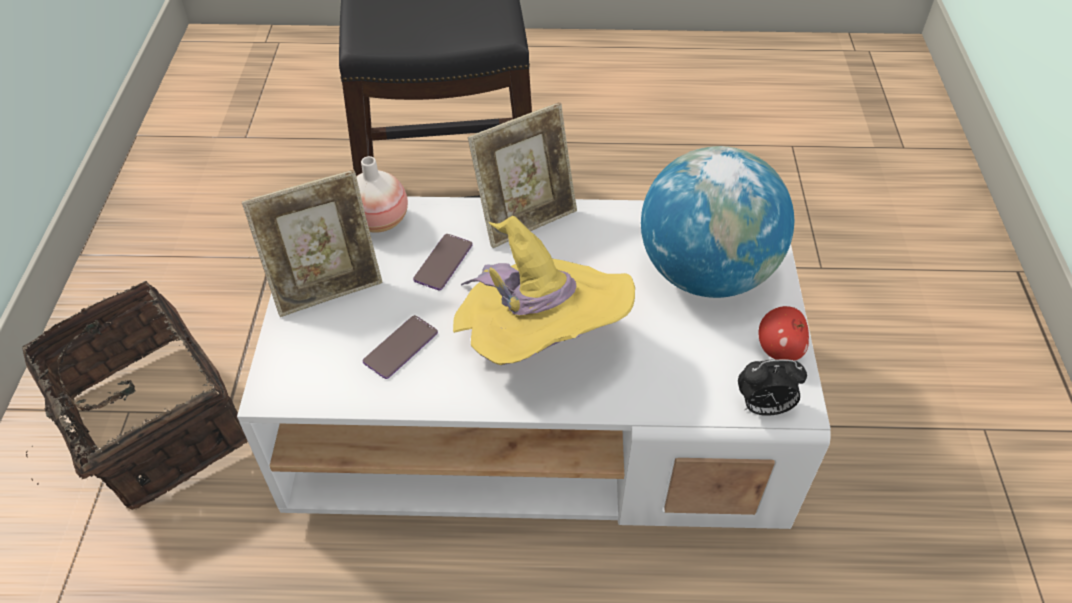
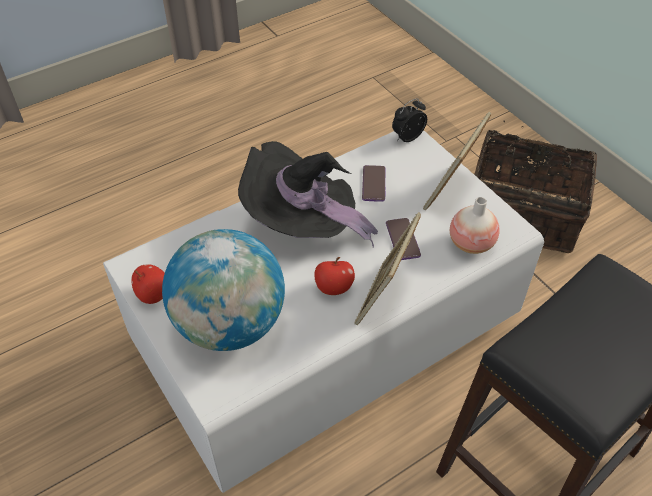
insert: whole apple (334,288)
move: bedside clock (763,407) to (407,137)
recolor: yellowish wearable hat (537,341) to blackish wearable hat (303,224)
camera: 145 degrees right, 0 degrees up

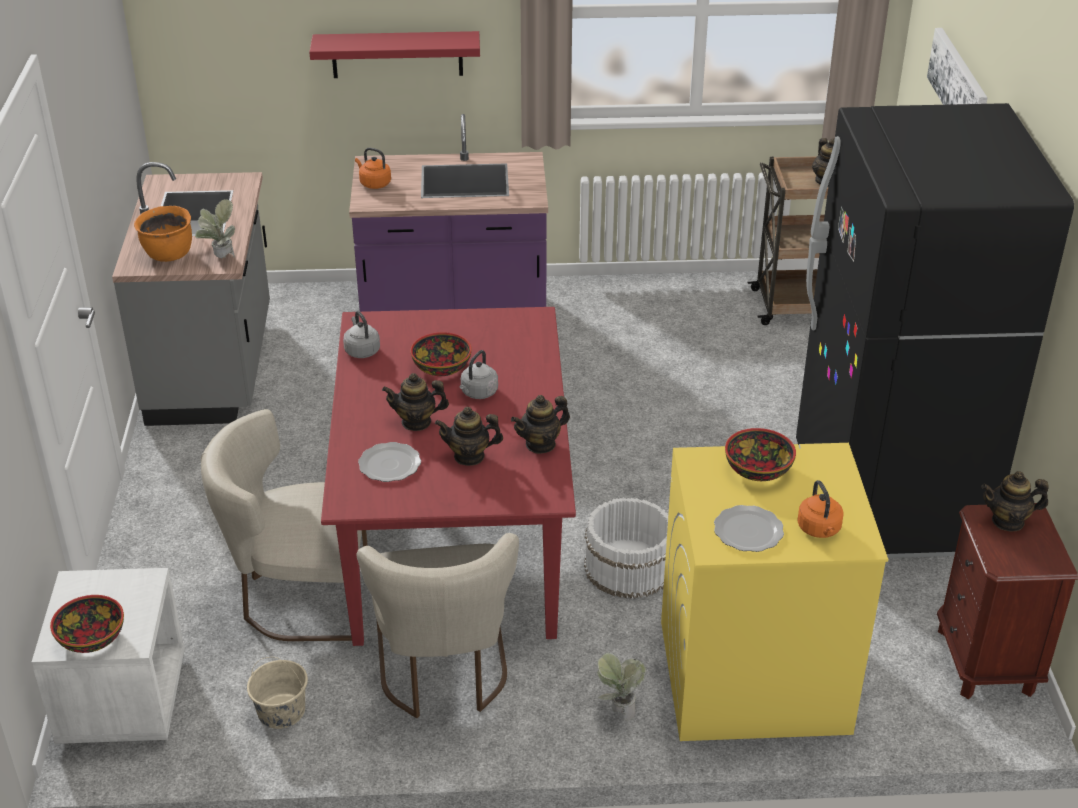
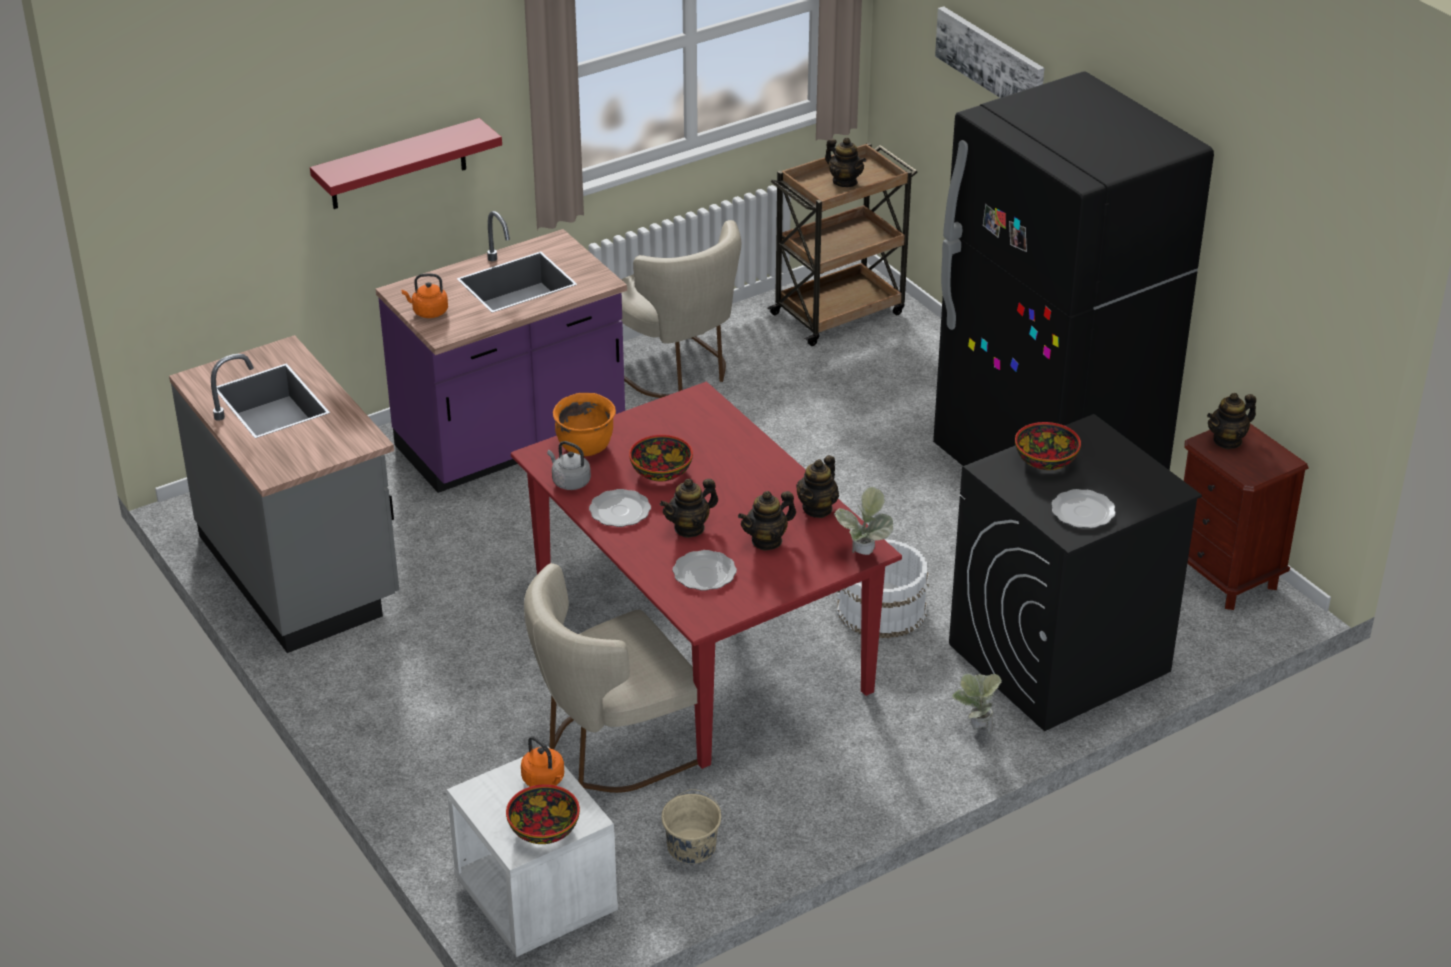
delete: grey water kettle (478,393)
insert: flat dish (620,511)
move: plant in a pot (220,260) to (863,556); orangey cooking pot (169,255) to (585,447); orangey water kettle (819,530) to (545,780); beige-coloured chair (444,674) to (675,371)
recolor: yellowish washing machine (752,677) to blackish washing machine (1058,659)
camera: 30 degrees left, 0 degrees up

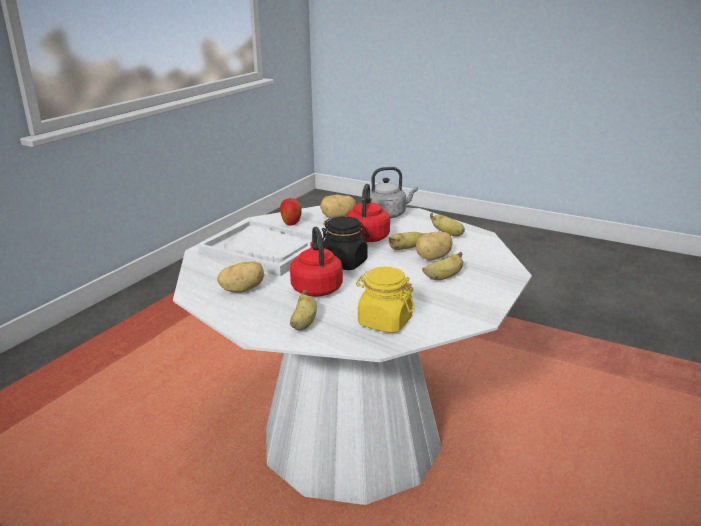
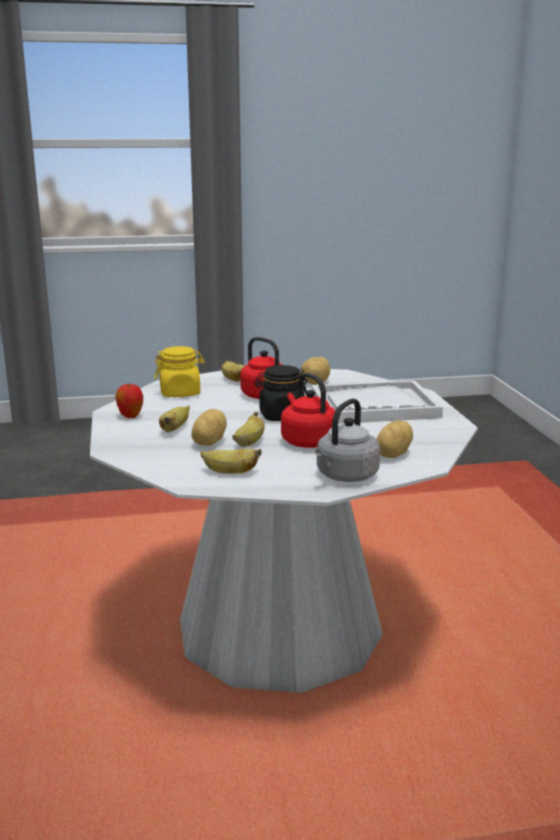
move: whole apple (291,224) to (130,417)
camera: 140 degrees right, 5 degrees down

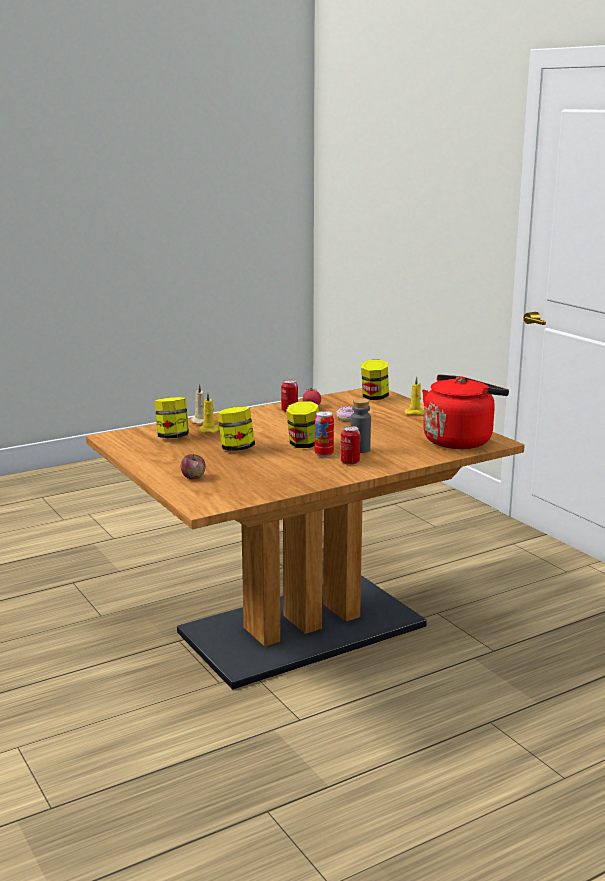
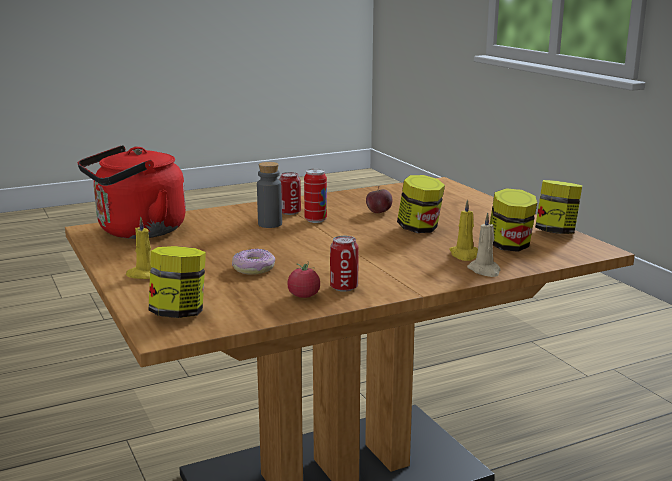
move: storage jar (304,445) to (556,232); whole apple (193,477) to (378,212)
camera: 175 degrees left, 0 degrees up

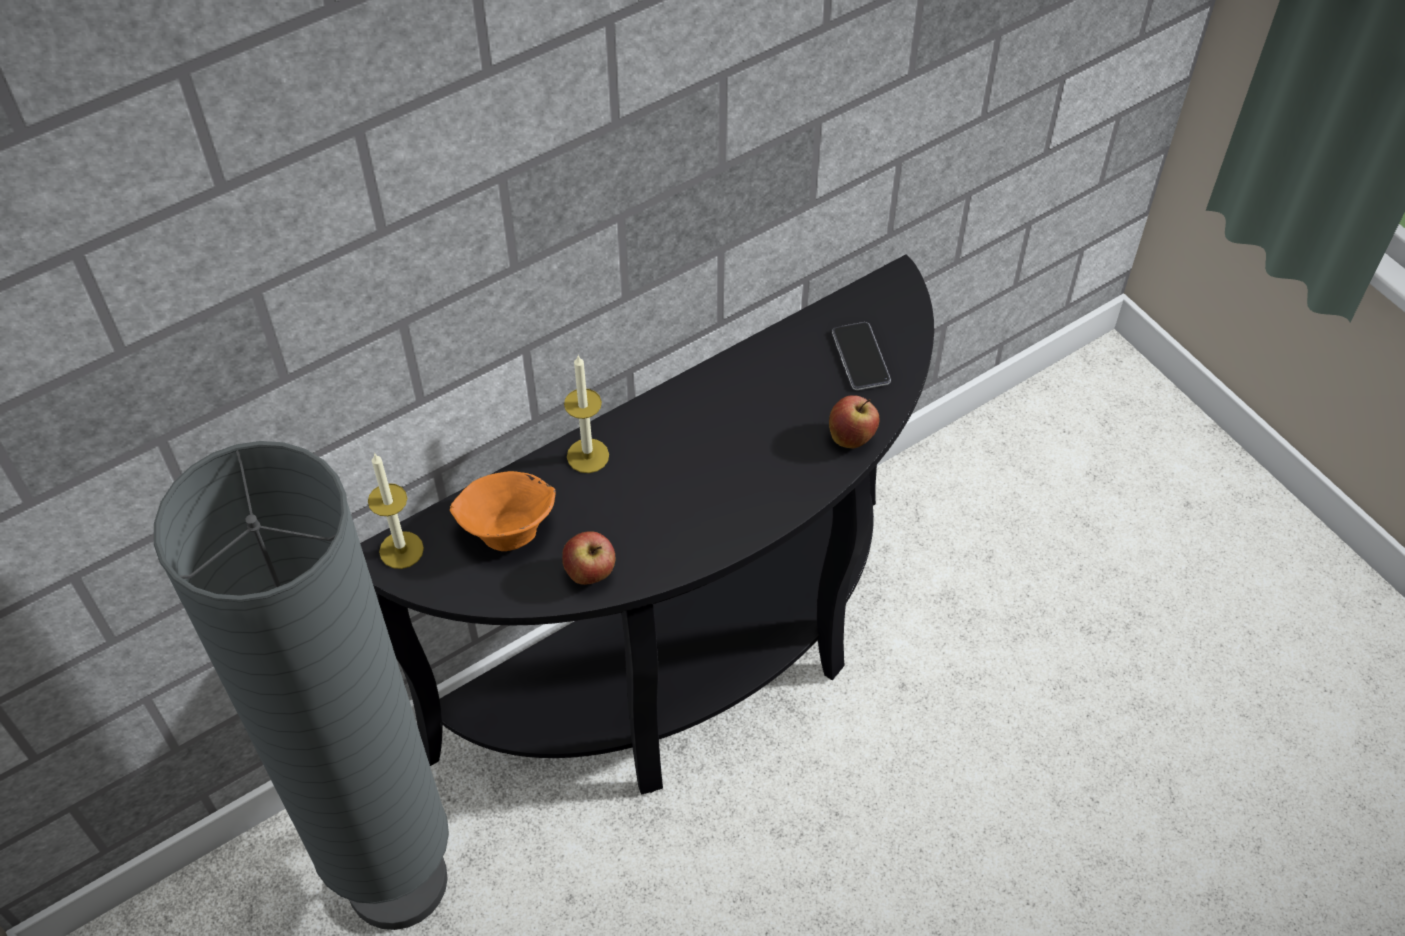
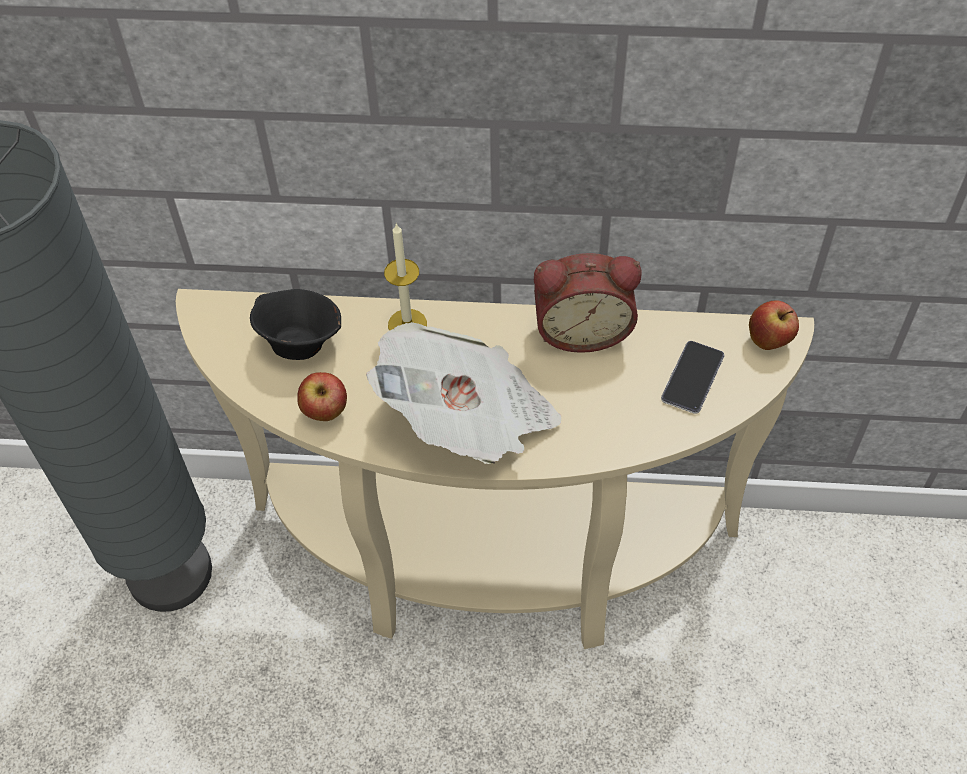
delete: candle (401,550)
insert: bedside clock (582,329); printed paper (469,419)
move: whole apple (852,437) to (769,341)
recolor: blackish narrow table (694,668) to beige-coloured narrow table (490,568); orangey serving bowl (506,530) to blackish serving bowl (299,342)
camera: 40 degrees right, 0 degrees up

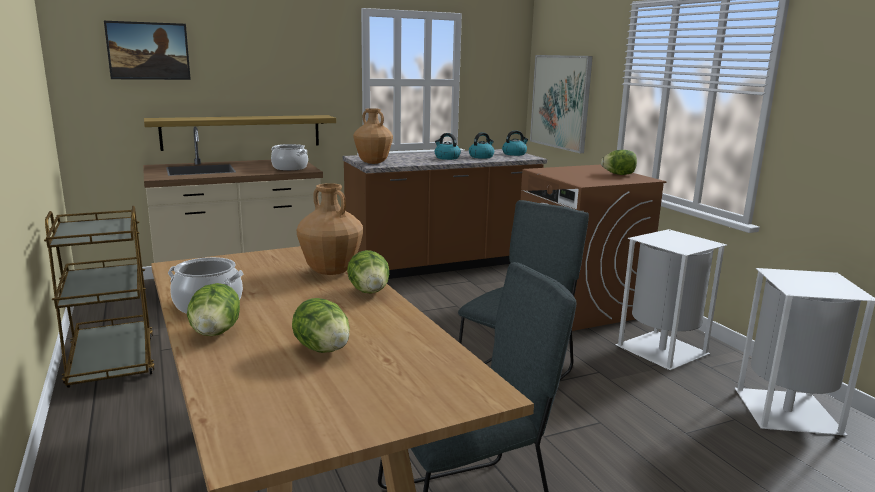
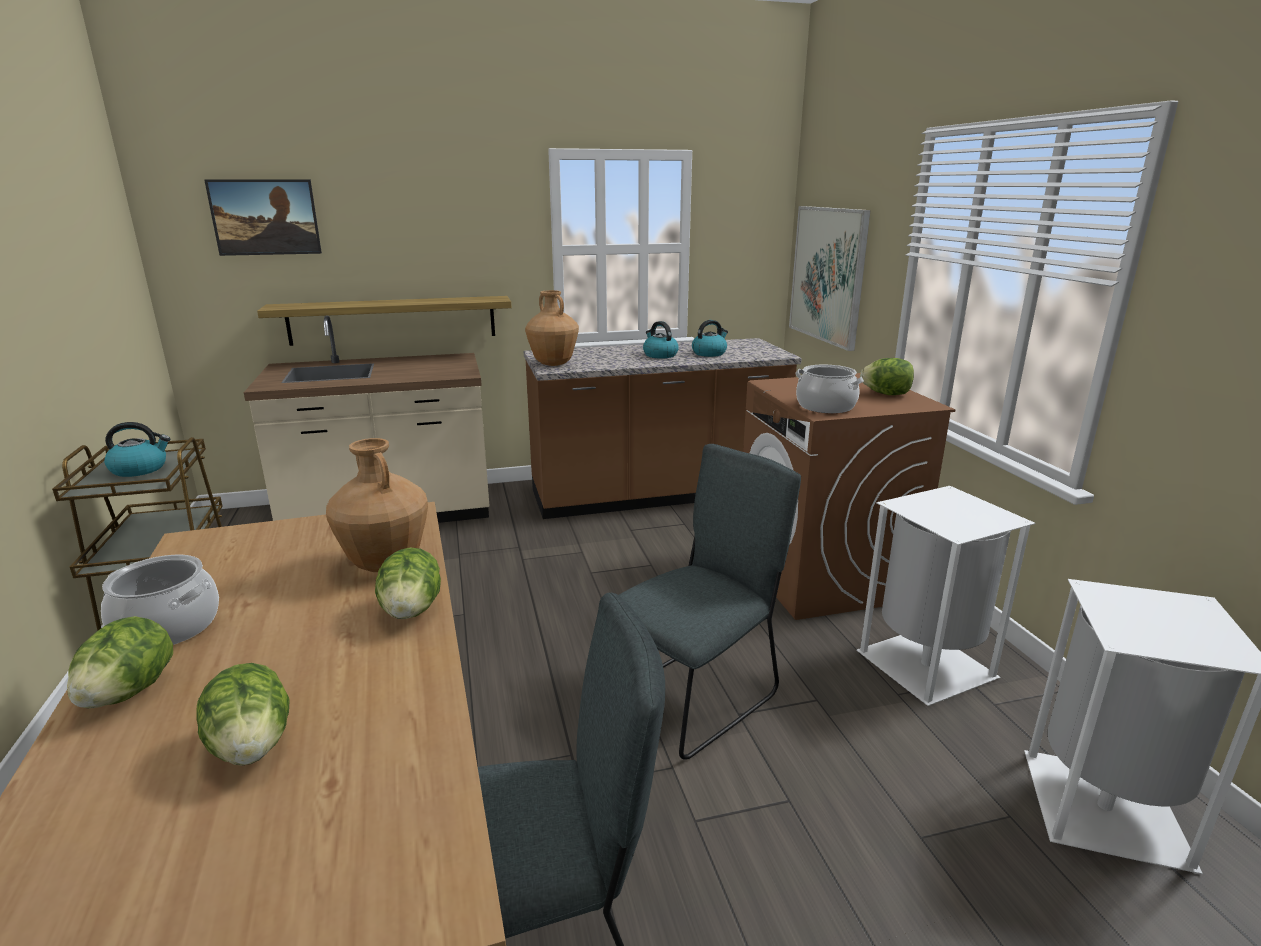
move: water kettle (514,154) to (140,469); cooking pot (290,168) to (826,406)
camera: 10 degrees right, 5 degrees up

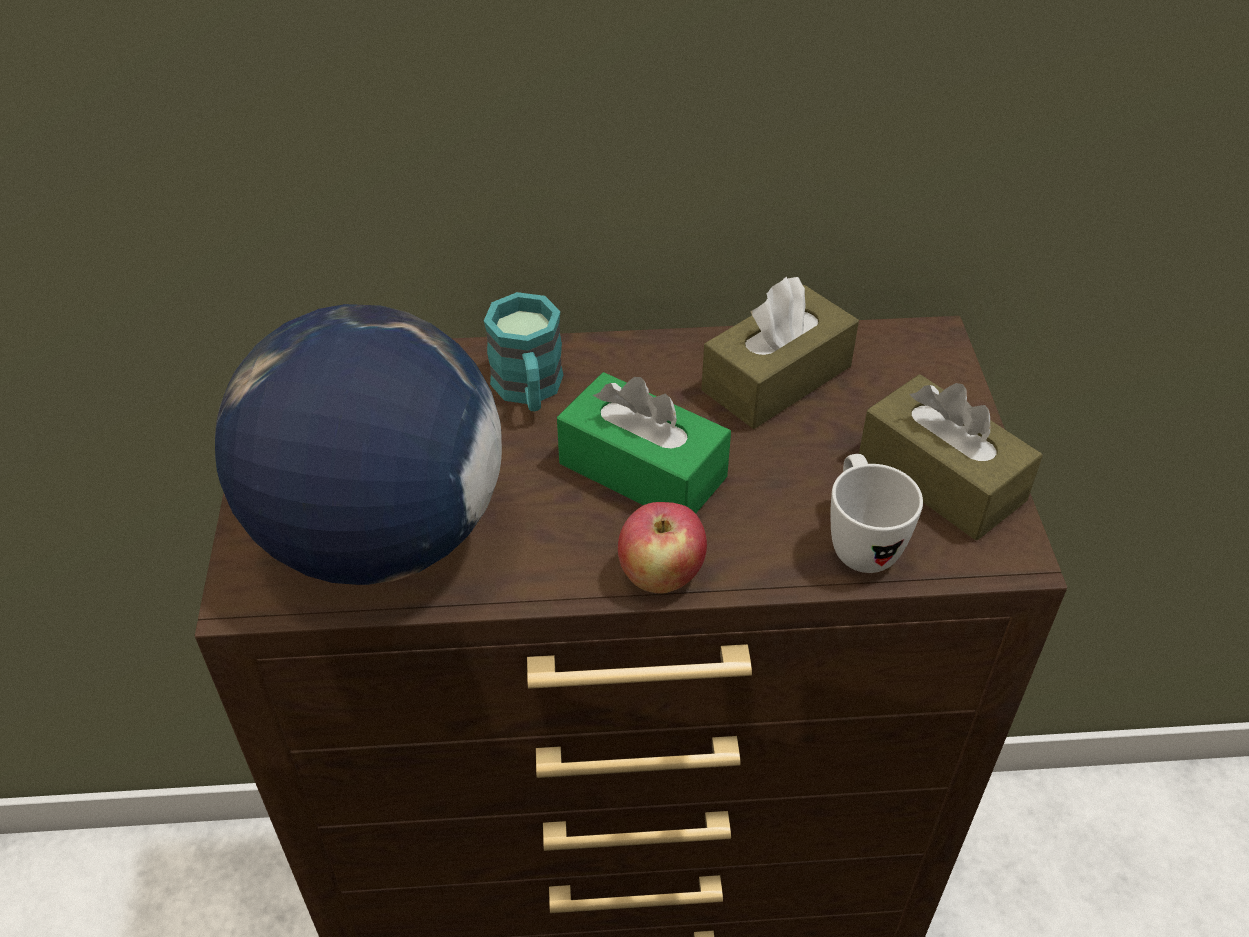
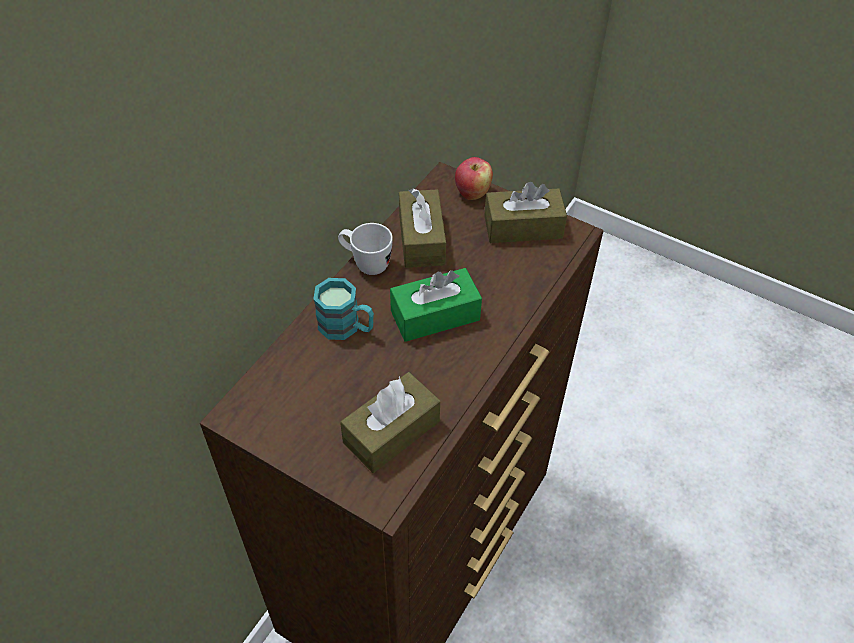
move: white mug (859,541) to (365,264); whole apple (660,576) to (472,193)
replace: desk globe (379,537) to brown box of tissues (391,432)
camera: 55 degrees left, 5 degrees up

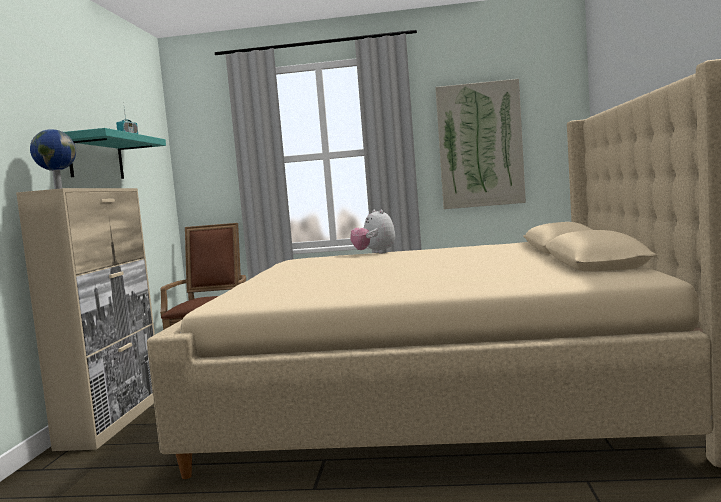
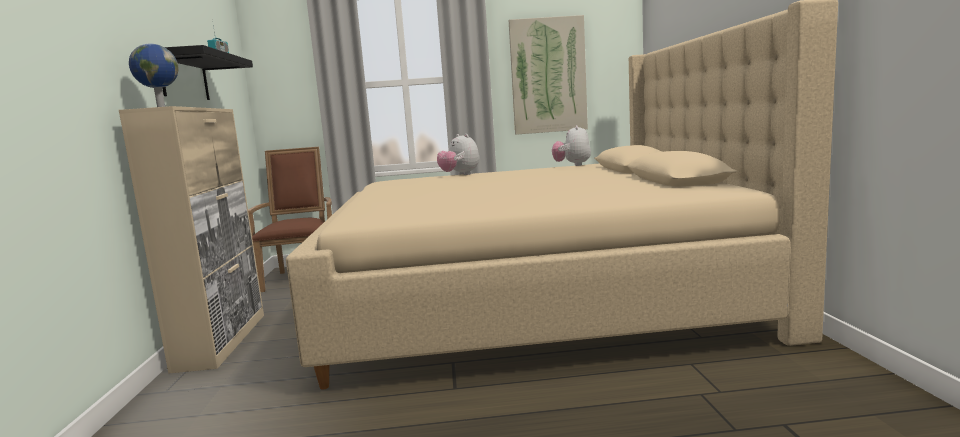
insert: soft toy (572,165)
recolor: turquoise-coloured wall shelf (96,158) to blackish wall shelf (184,77)
camera: 10 degrees left, 5 degrees up

